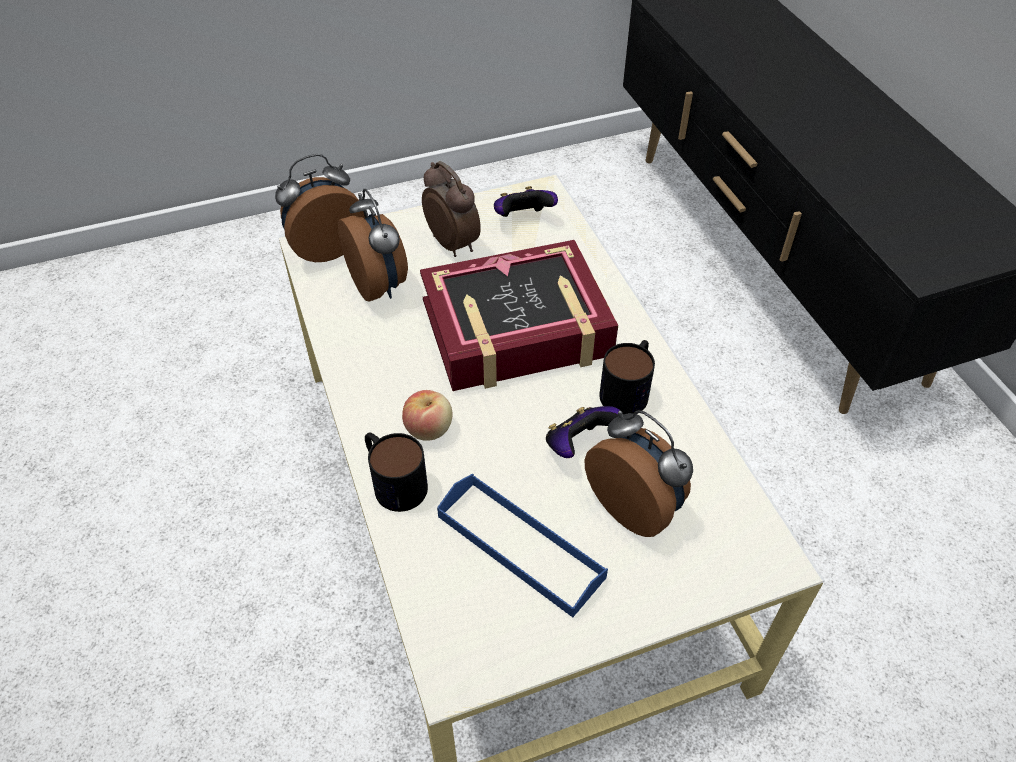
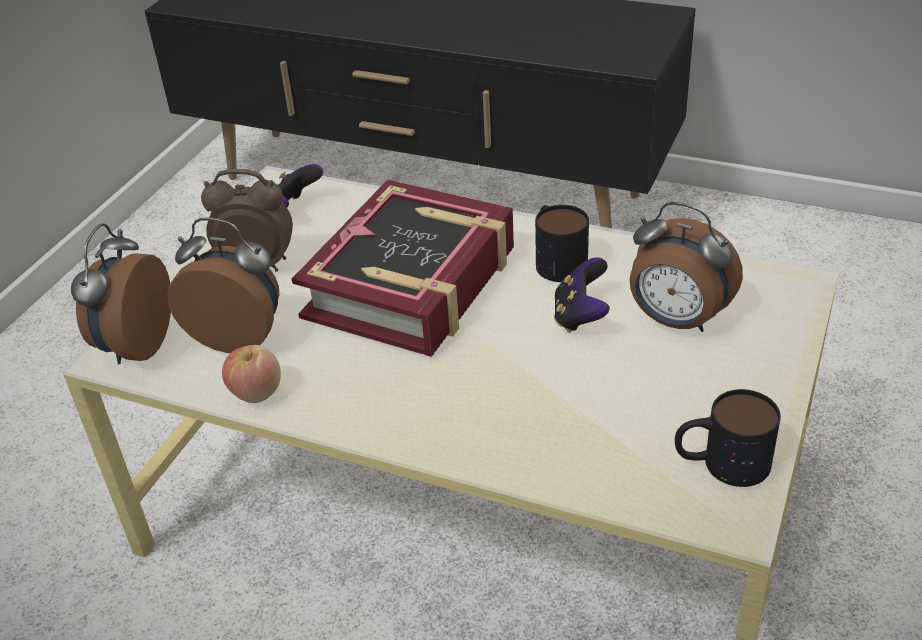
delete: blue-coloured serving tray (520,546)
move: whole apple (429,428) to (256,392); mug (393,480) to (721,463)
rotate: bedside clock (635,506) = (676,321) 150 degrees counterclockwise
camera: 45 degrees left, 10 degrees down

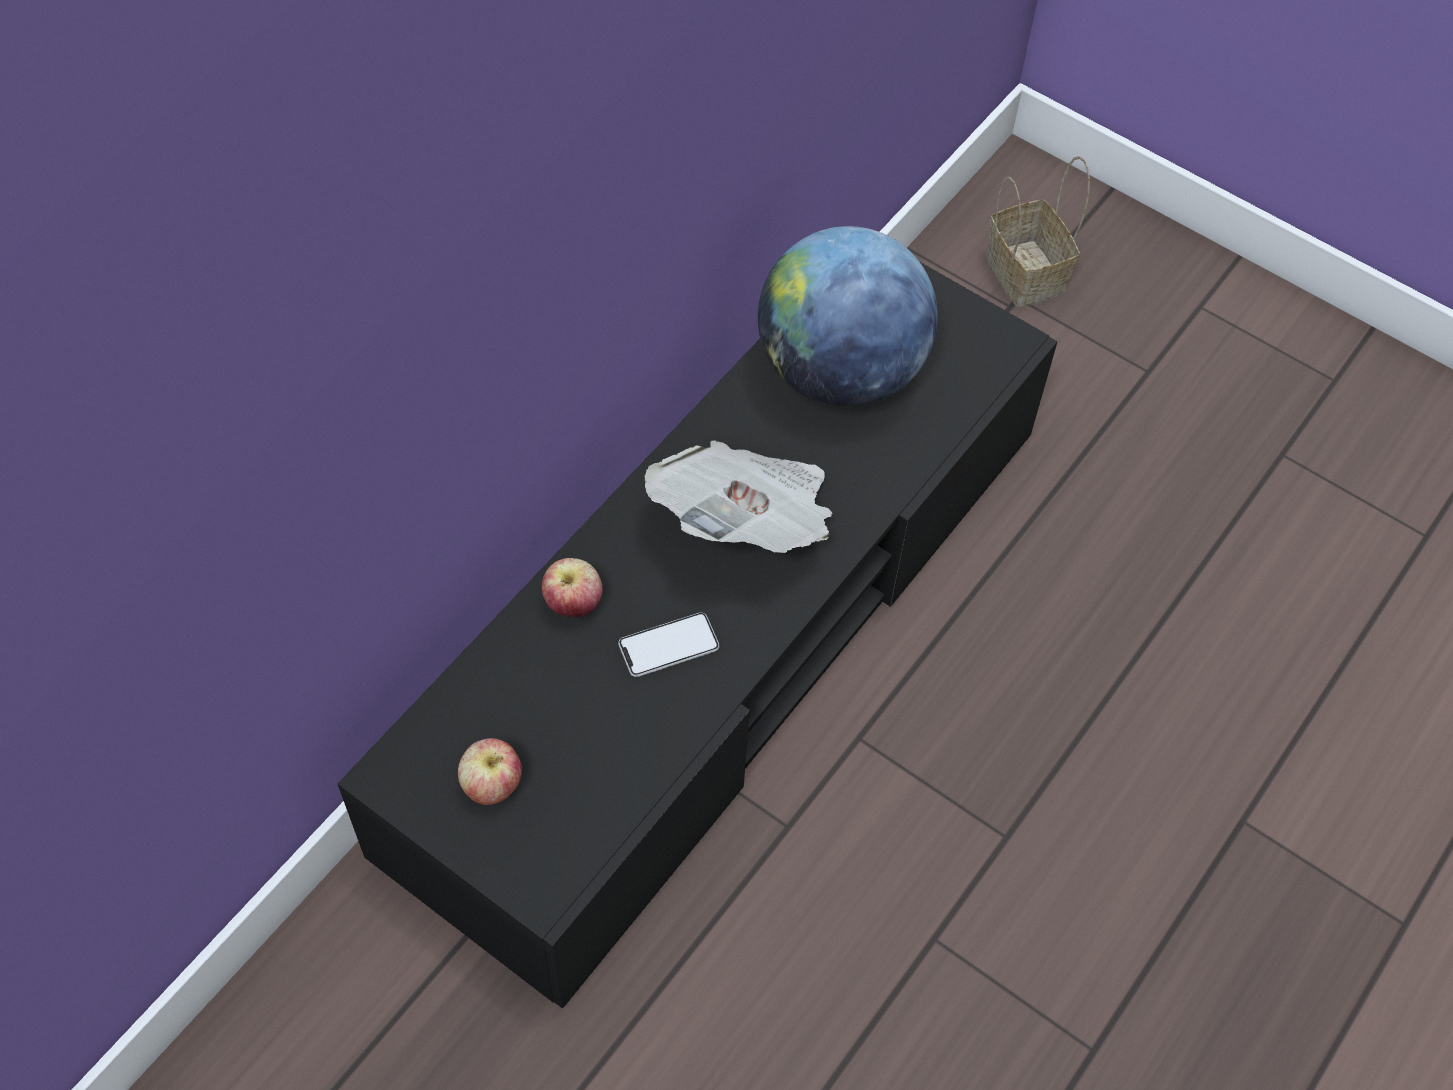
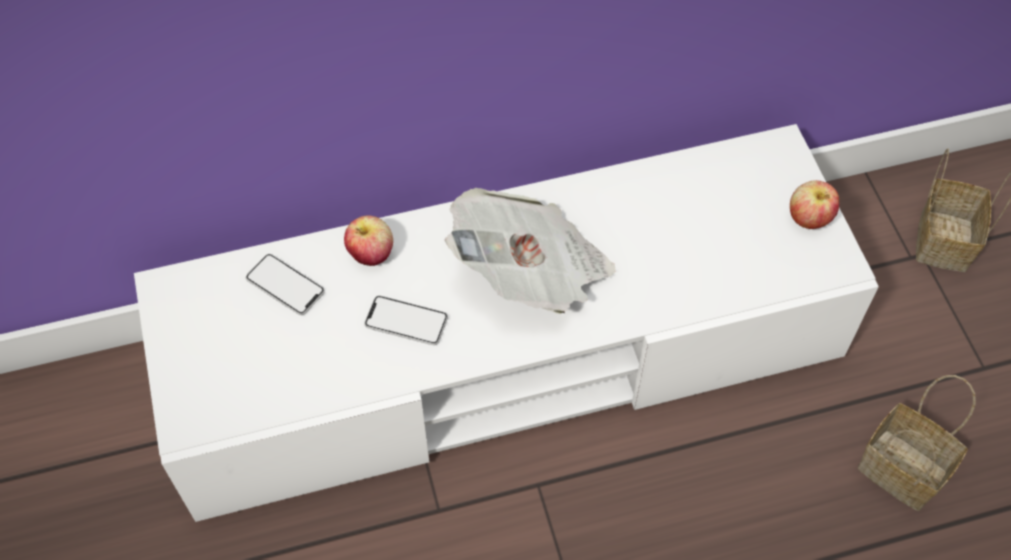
delete: desk globe (840,371)
insert: telephone (285,285); basket (898,469)
move: whole apple (492,785) to (809,219)
recolor: blackish media console (722,636) to white media console (505,354)
camera: 40 degrees right, 0 degrees up

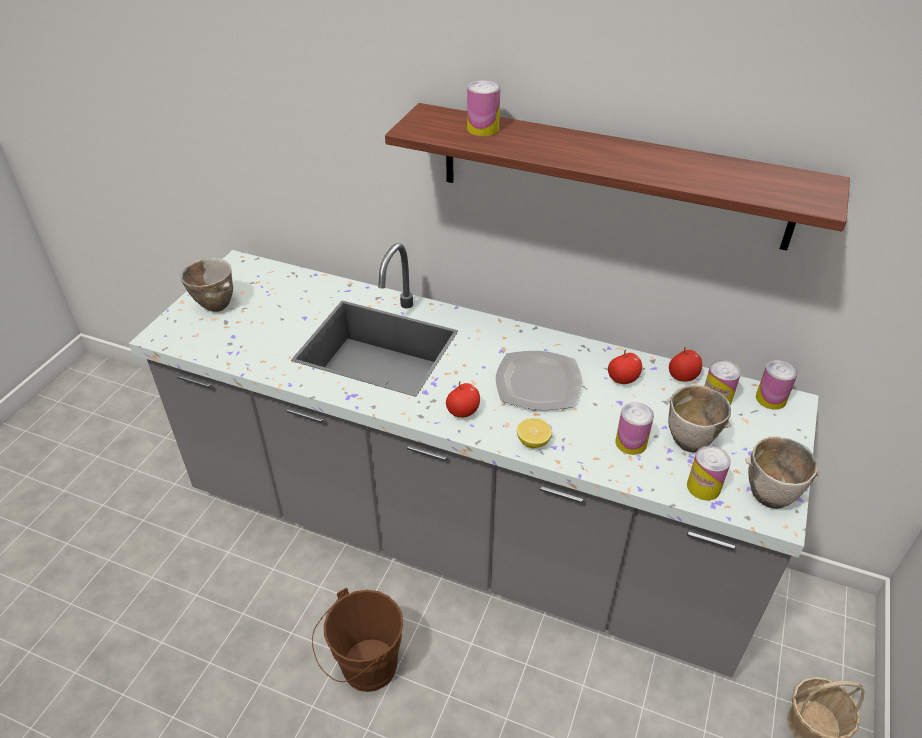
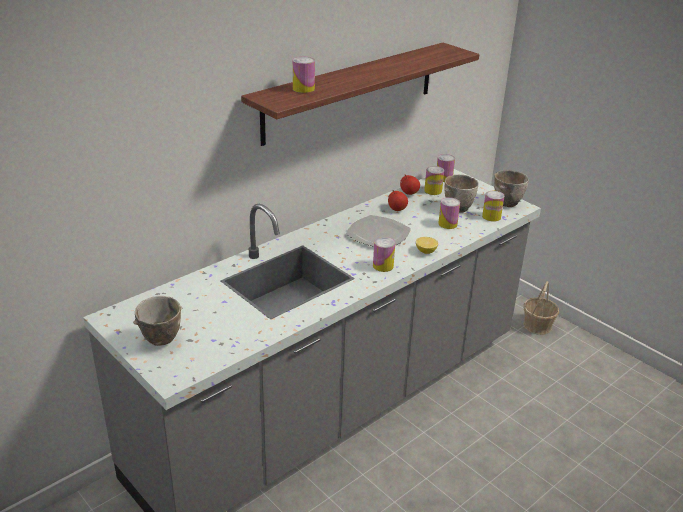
delete: brown bucket (364,669)
replace: whole apple (463,412) to can (383,266)
camera: 65 degrees left, 10 degrees down

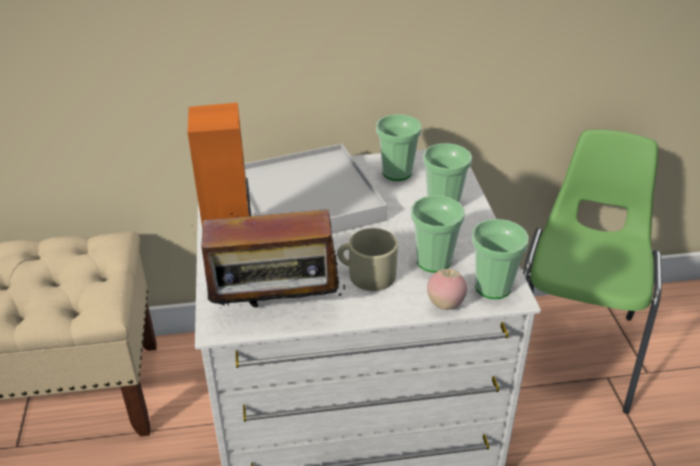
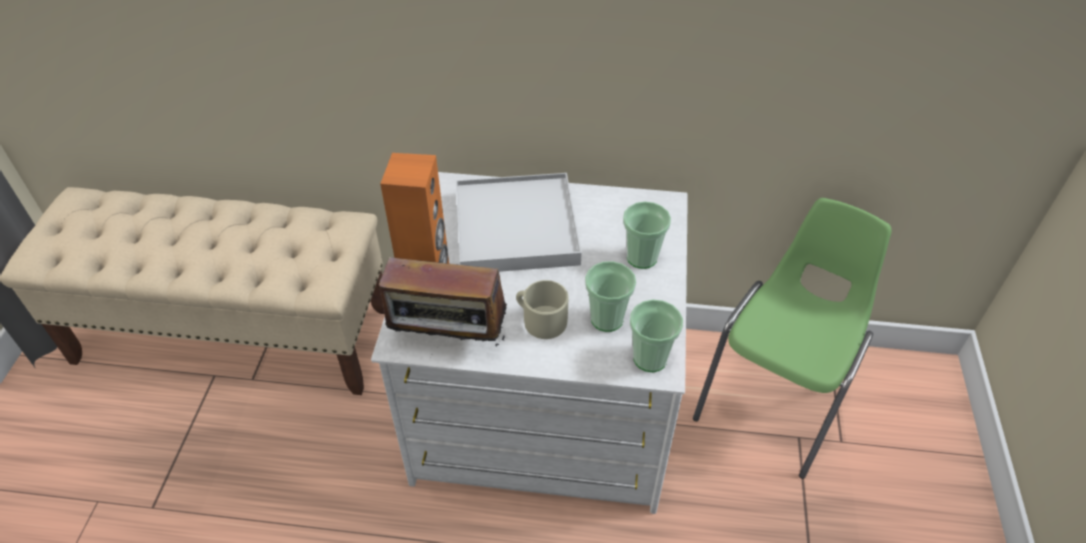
delete: drinking cup (397,172); whole apple (445,304)
camera: 15 degrees right, 10 degrees up

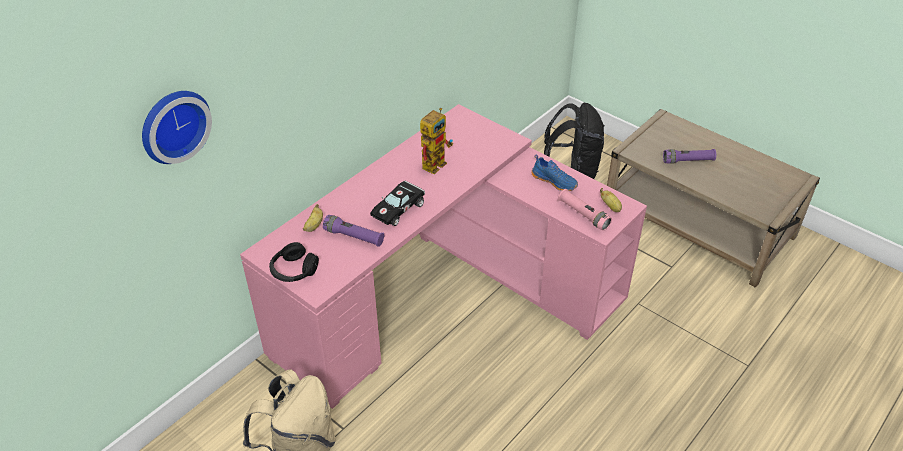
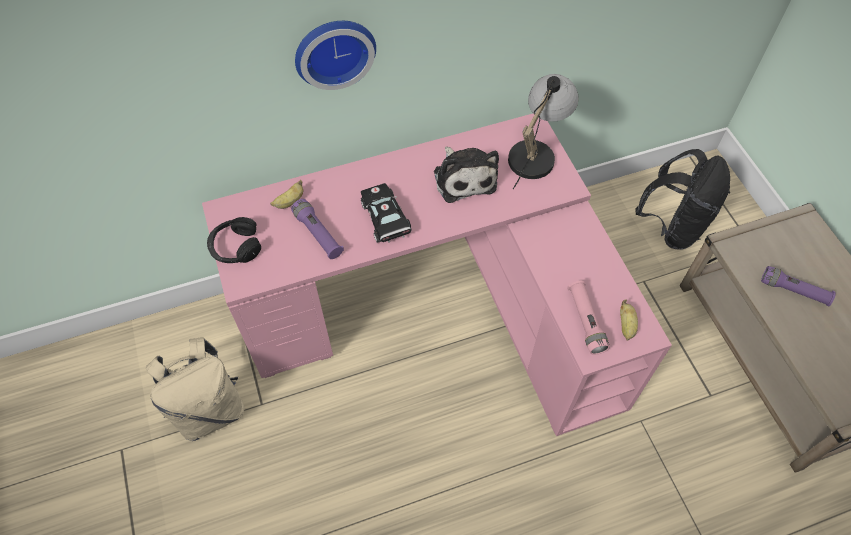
delete: blue-coloured item of footwear (554,181)
insert: tabletop lamp (536,152)
move: wall clock (172,124) to (333,50)
replace: toy robot (435,162) to soft toy (464,177)
rotate: blackish model car (399,208) = (386,220) 90 degrees clockwise
camera: 30 degrees right, 15 degrees up

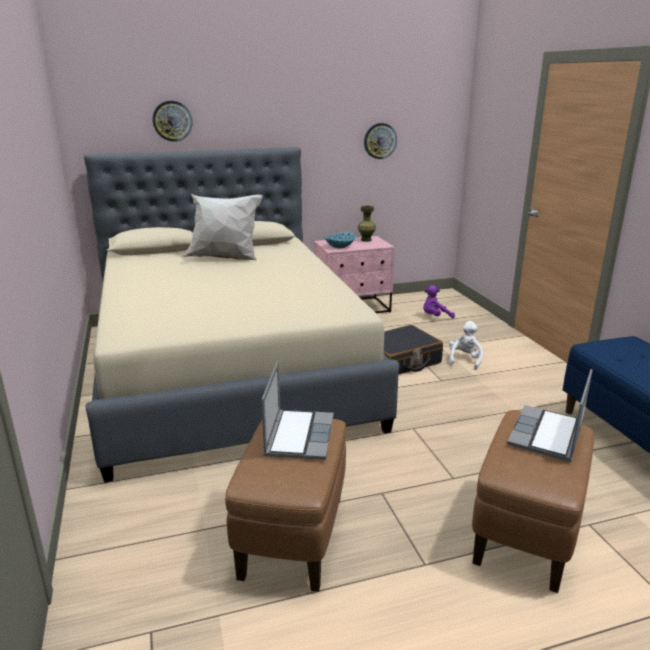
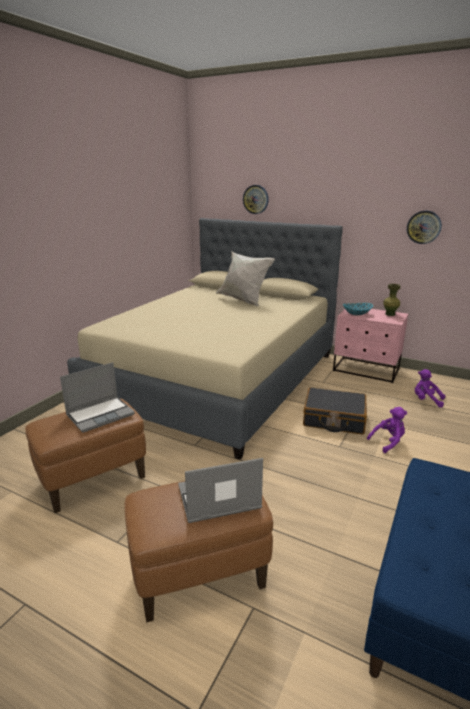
recolor: white soft toy (464,360) to purple soft toy (388,442)
camera: 45 degrees right, 0 degrees up

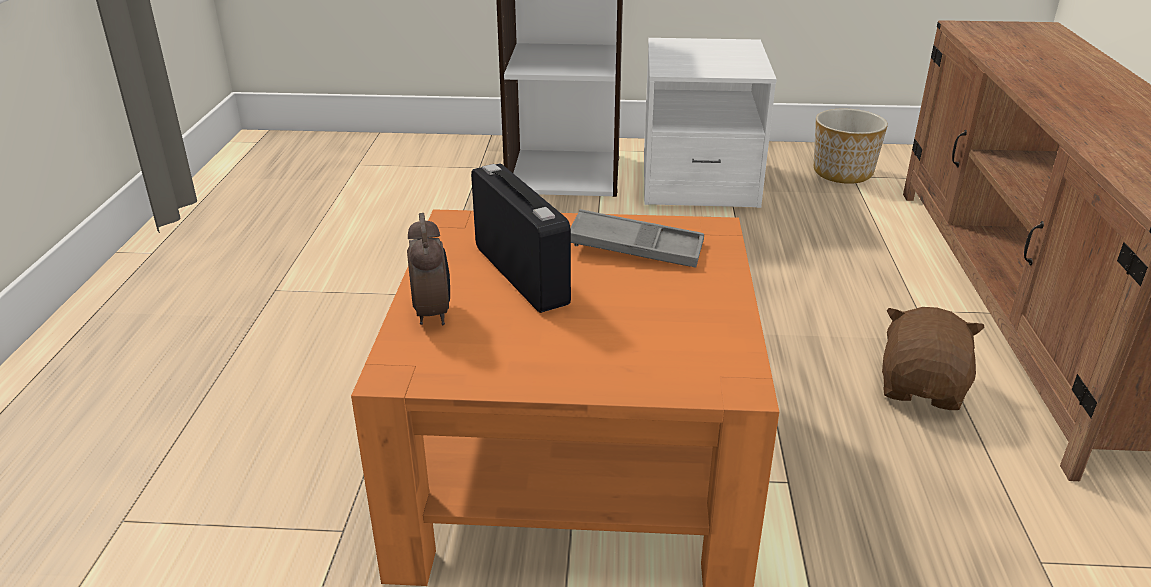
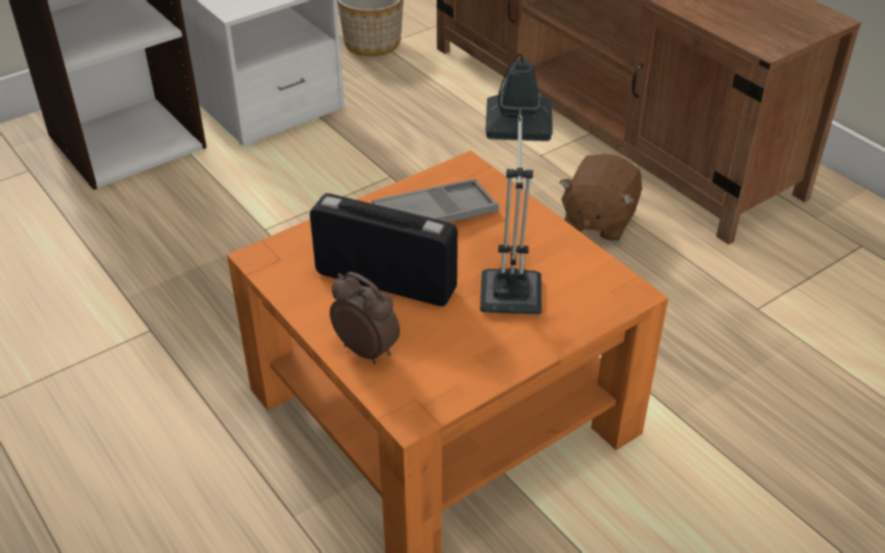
insert: tabletop lamp (511,283)
rotate: brown soft toy (922,388) = (598,220) 135 degrees counterclockwise
camera: 40 degrees left, 10 degrees up

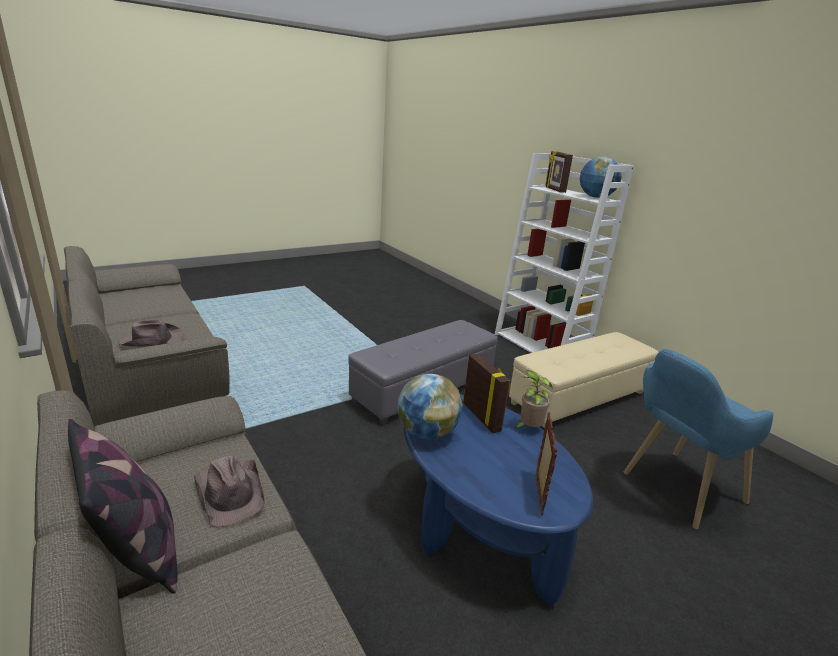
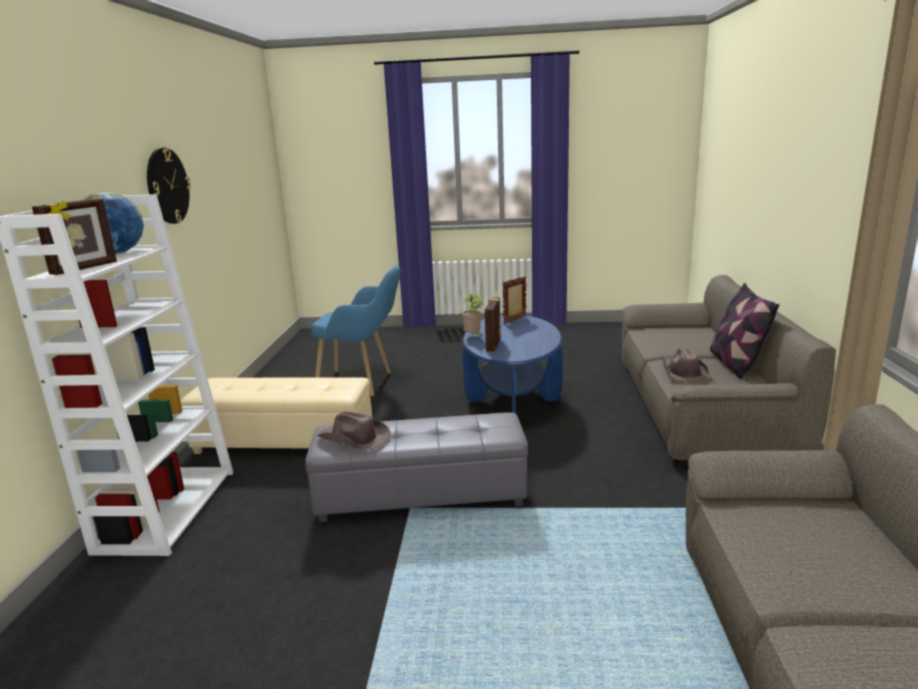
delete: desk globe (427,433)
insert: wall clock (167,186)
move: brown wearable hat (151,340) to (354,438)
camera: 140 degrees left, 5 degrees down

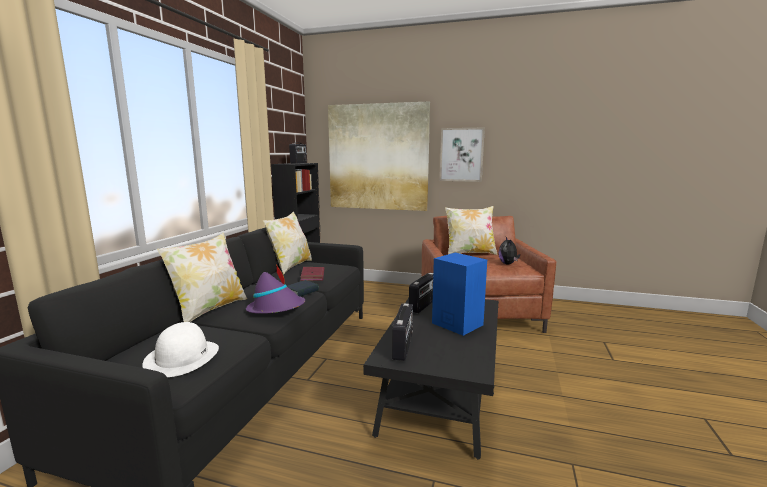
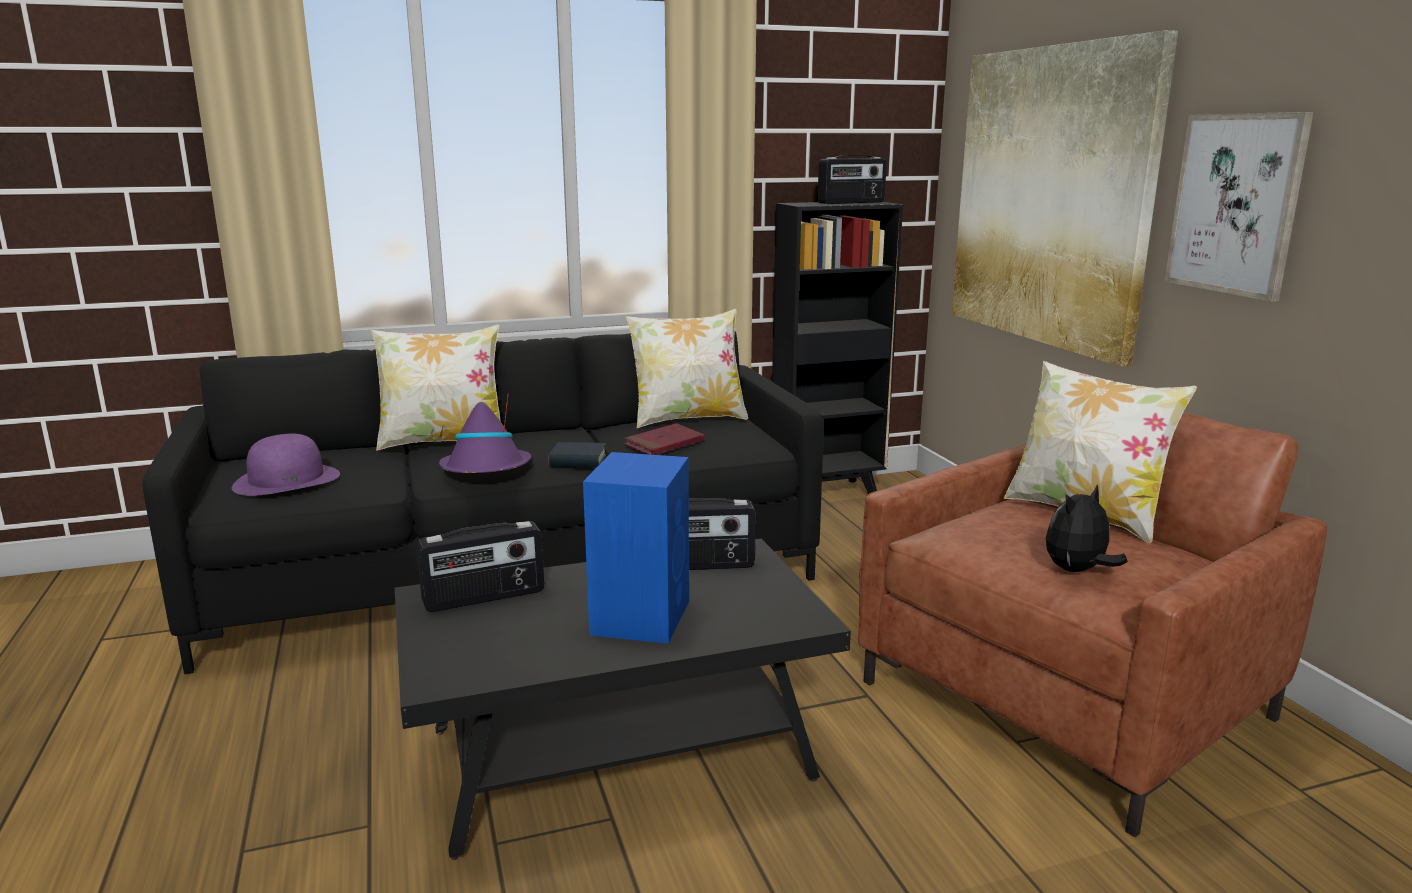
recolor: white wearable hat (182,357) to purple wearable hat (287,480)
camera: 55 degrees right, 5 degrees up

